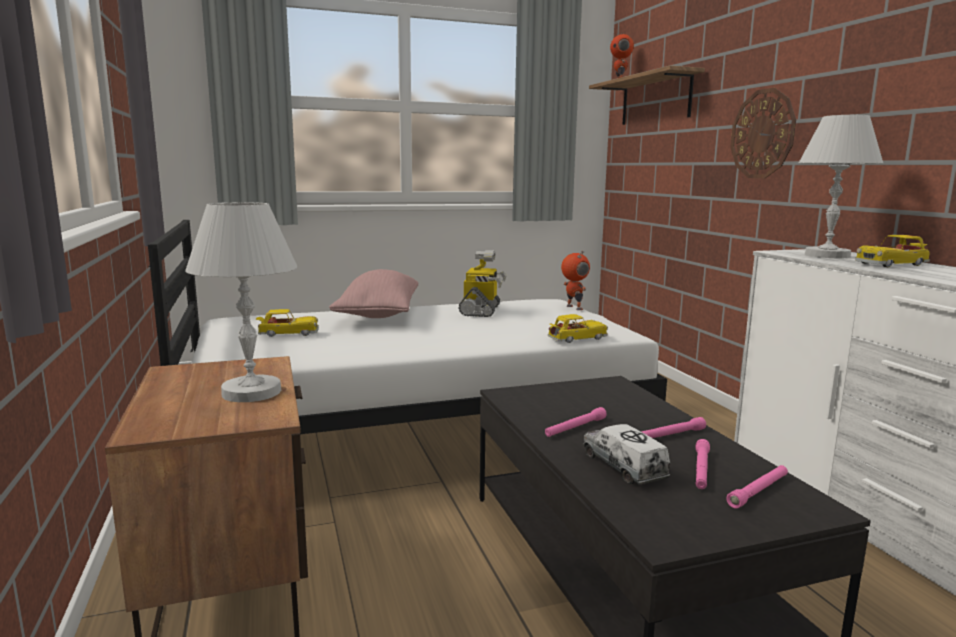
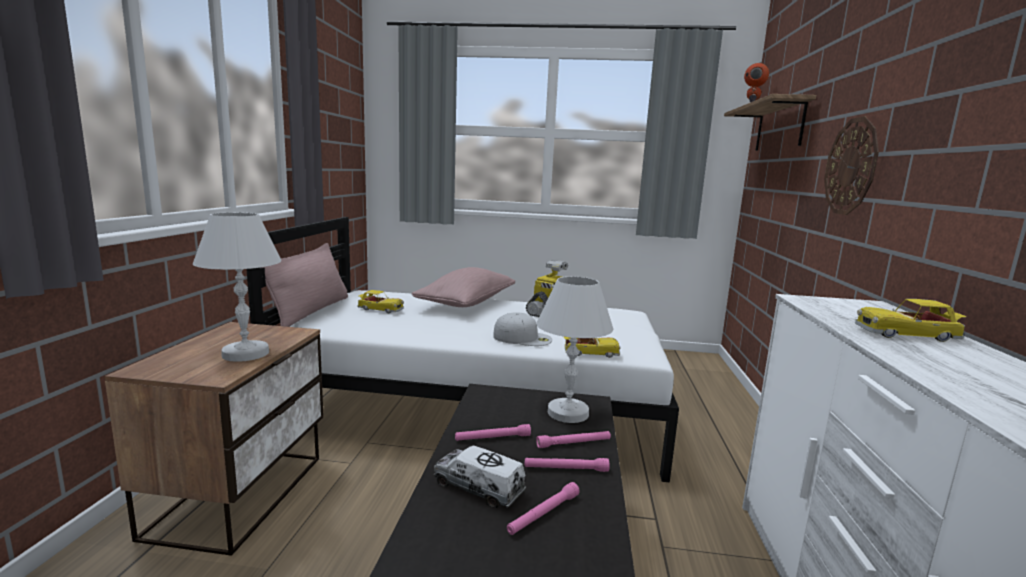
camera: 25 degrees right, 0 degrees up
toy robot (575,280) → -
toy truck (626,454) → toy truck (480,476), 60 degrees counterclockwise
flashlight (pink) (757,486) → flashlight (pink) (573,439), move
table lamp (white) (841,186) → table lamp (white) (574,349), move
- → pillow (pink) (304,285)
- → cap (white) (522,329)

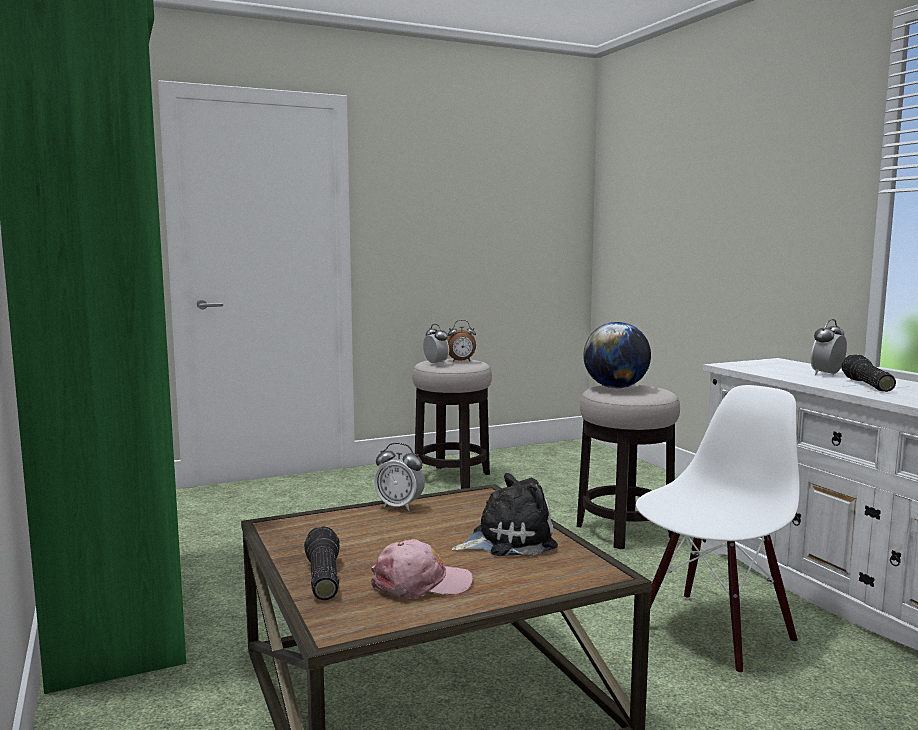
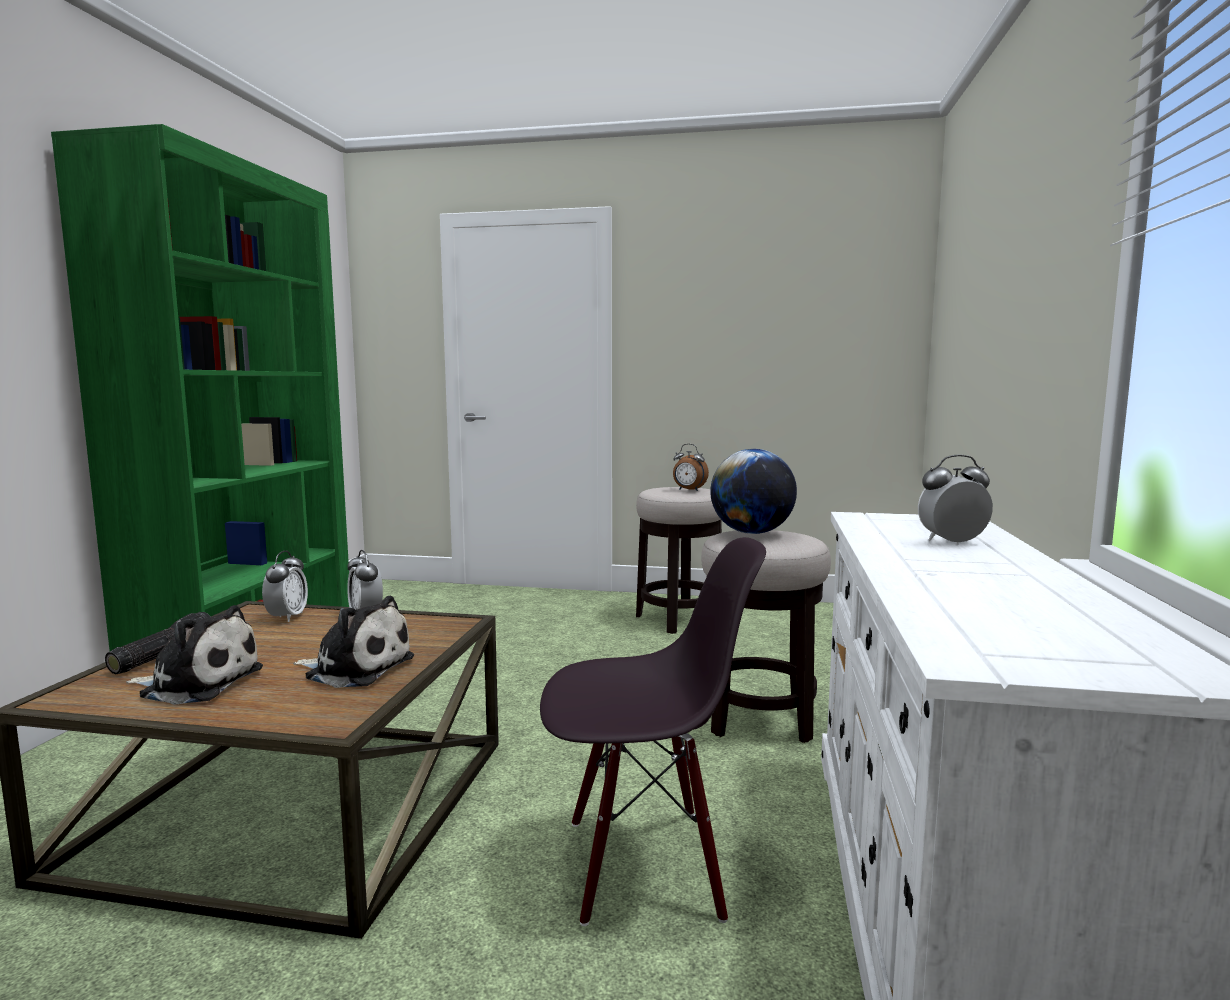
camera: 35 degrees right, 0 degrees up
cap (pink) (422,569) → plush toy (194,655)
alarm clock (436,344) → alarm clock (285,586), move
chair (white) (718,529) → chair (black) (653,731)
flashlight (868,373) → -

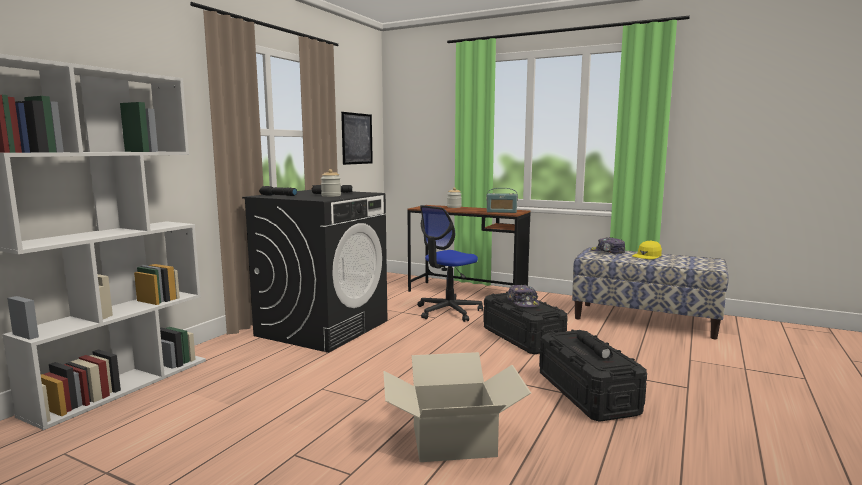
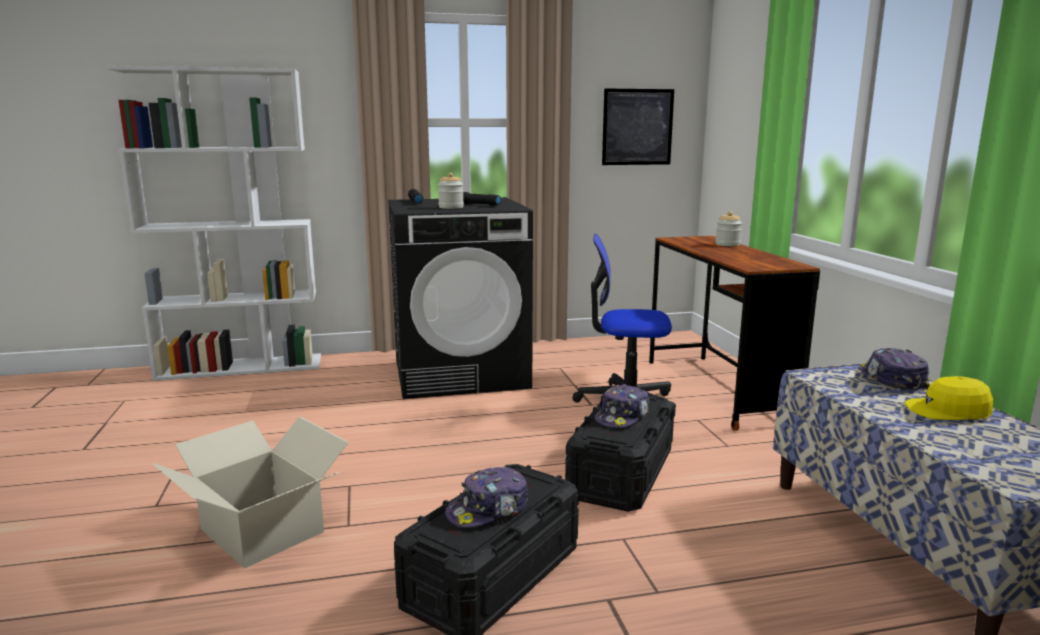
camera: 50 degrees right, 5 degrees up
radio (502,200) → -
flashlight (black) (595,345) → cap (486,497)

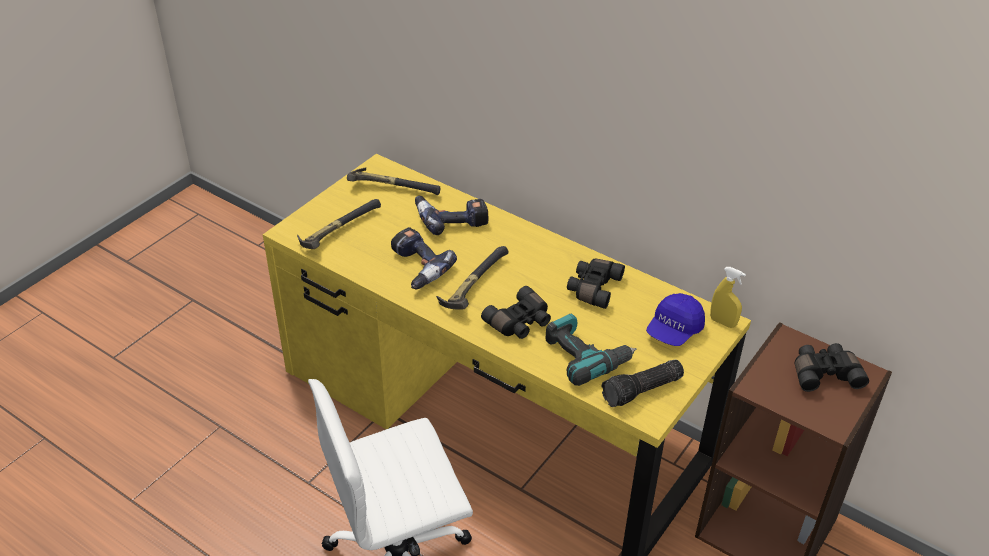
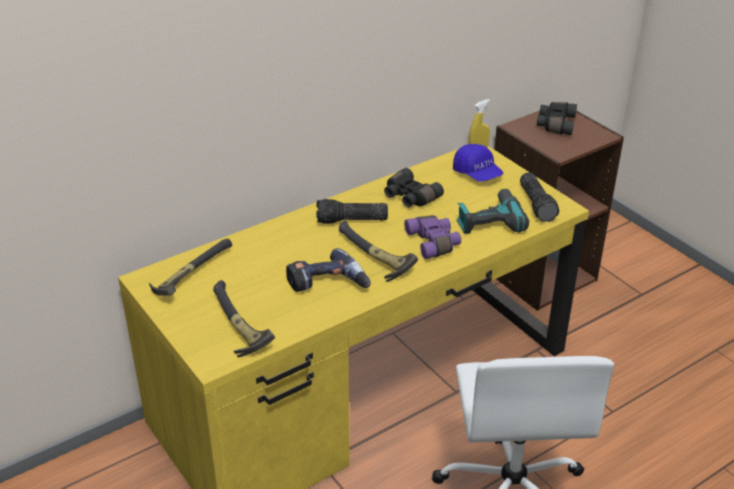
camera: 70 degrees left, 5 degrees down
power drill (452,215) → -
binoculars (black) (516,312) → binoculars (purple) (432,237)
- → flashlight (352,211)

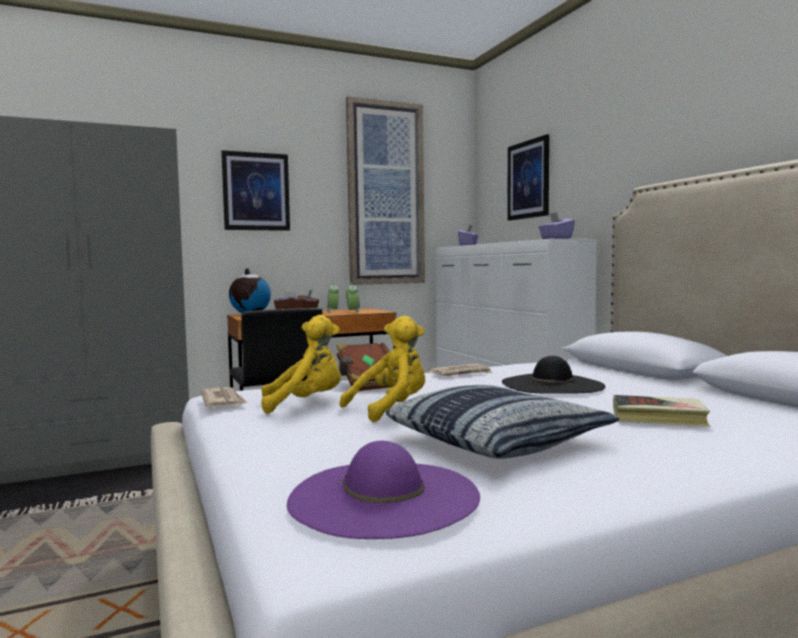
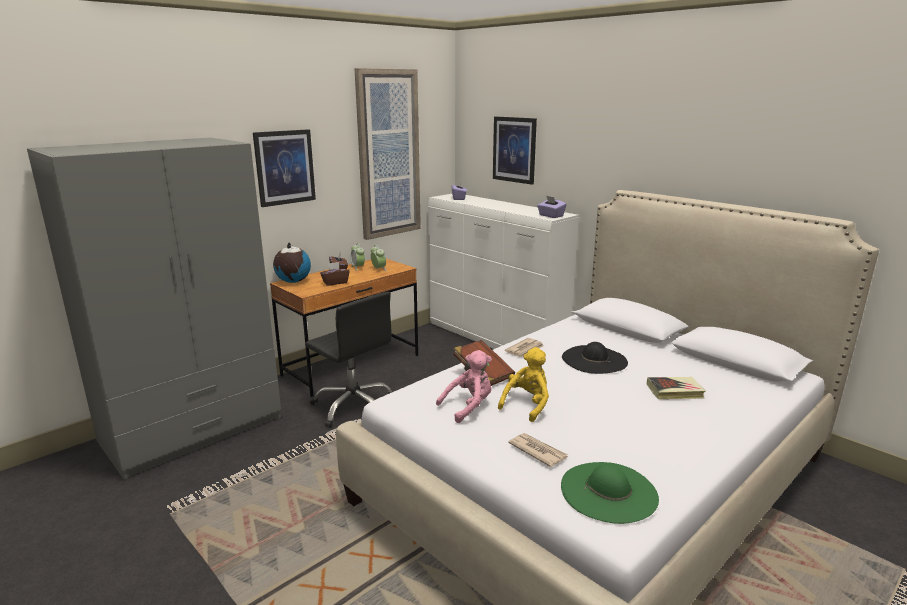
camera: 20 degrees left, 15 degrees up
newspaper (224,397) → newspaper (538,450), move
plush toy (yellow) (301,364) → plush toy (pink) (464,386)
hat (purple) (383,490) → hat (green) (610,493)
pillow (503,422) → -

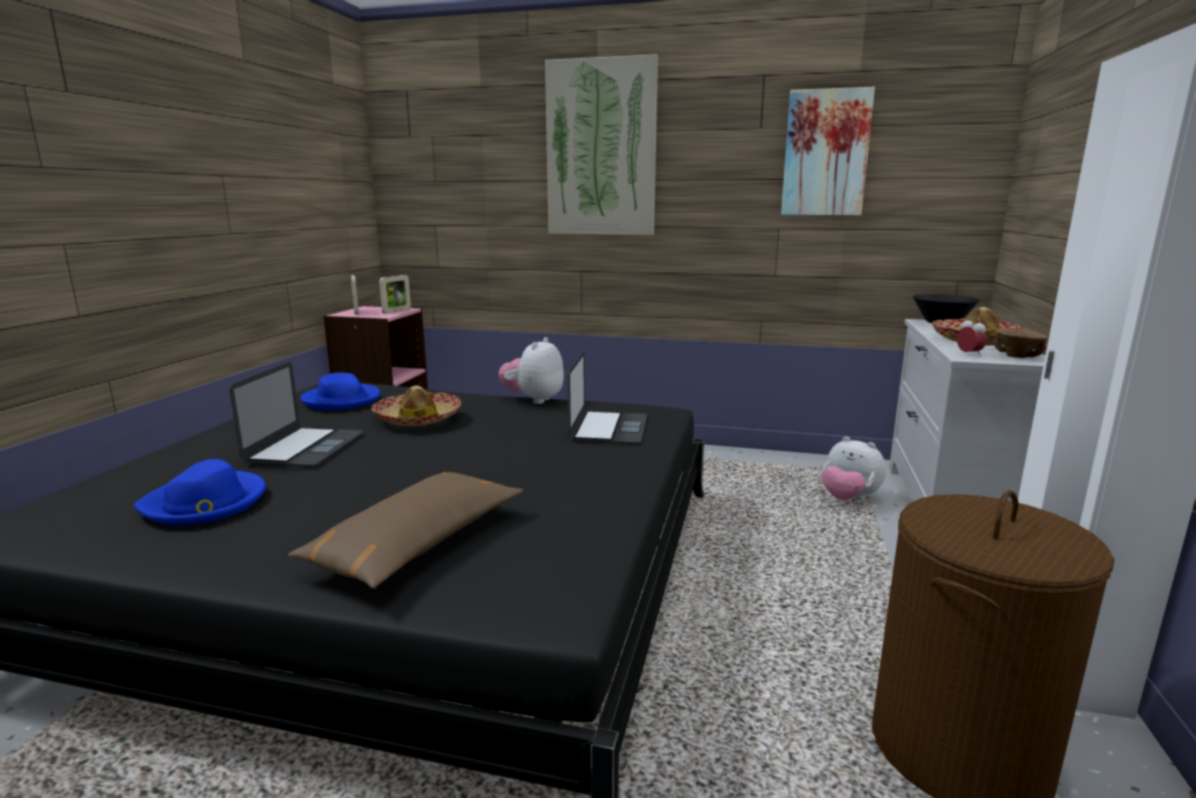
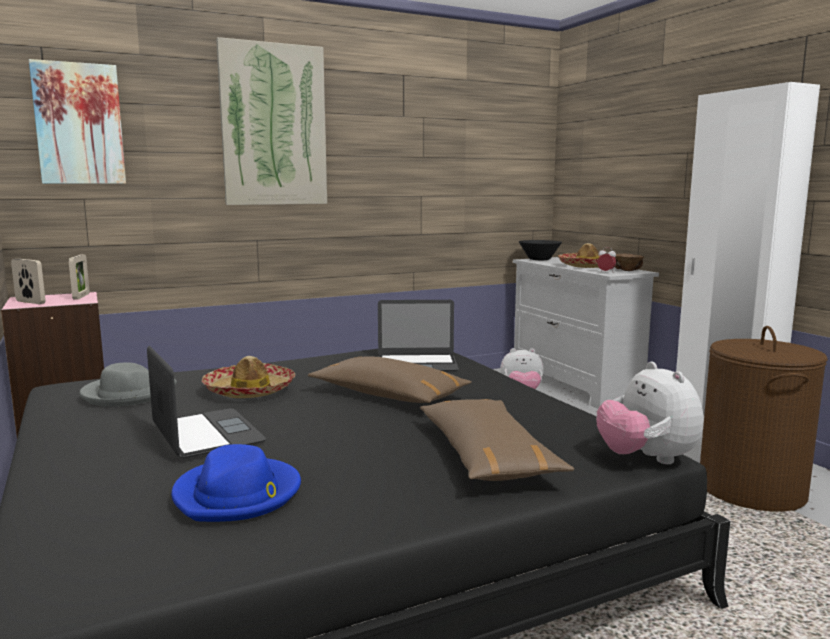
camera: 40 degrees left, 5 degrees down
hat (blue) (340,391) → hat (grey) (128,385)
plush toy (531,370) → plush toy (649,413), move
laptop (607,397) → laptop (418,335), 120 degrees clockwise
picture (828,151) → picture (77,121), move
- → pillow (brown) (390,379)

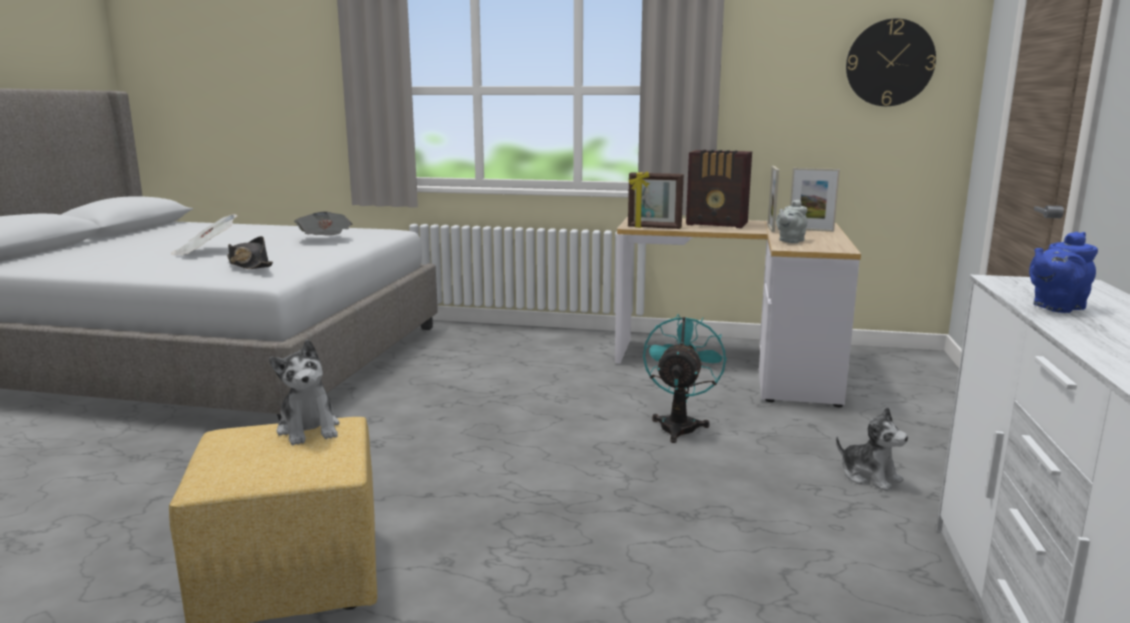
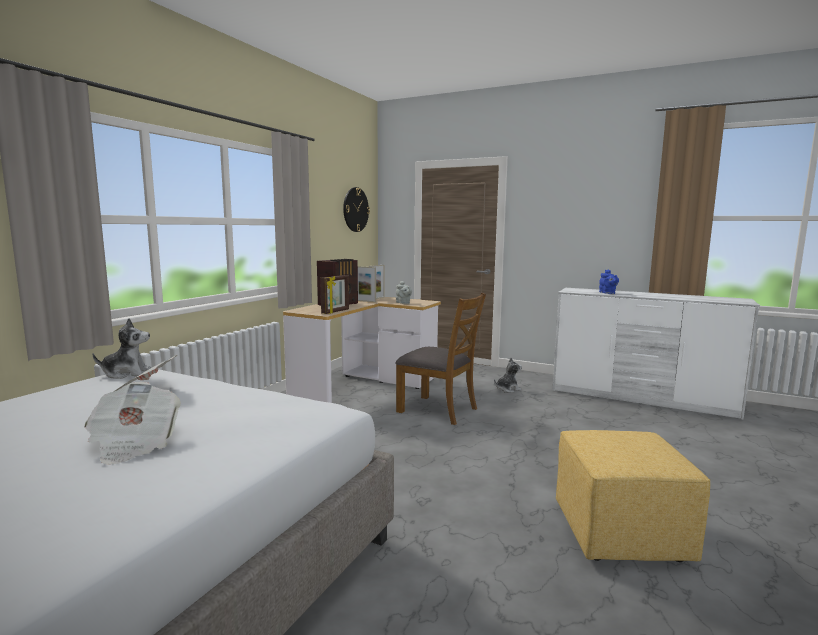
camera: 75 degrees left, 5 degrees down
hat (black) (250,252) → -
plush toy (304,392) → plush toy (122,348), move
fan (turquoise) (685,378) → chair (brown) (440,359)

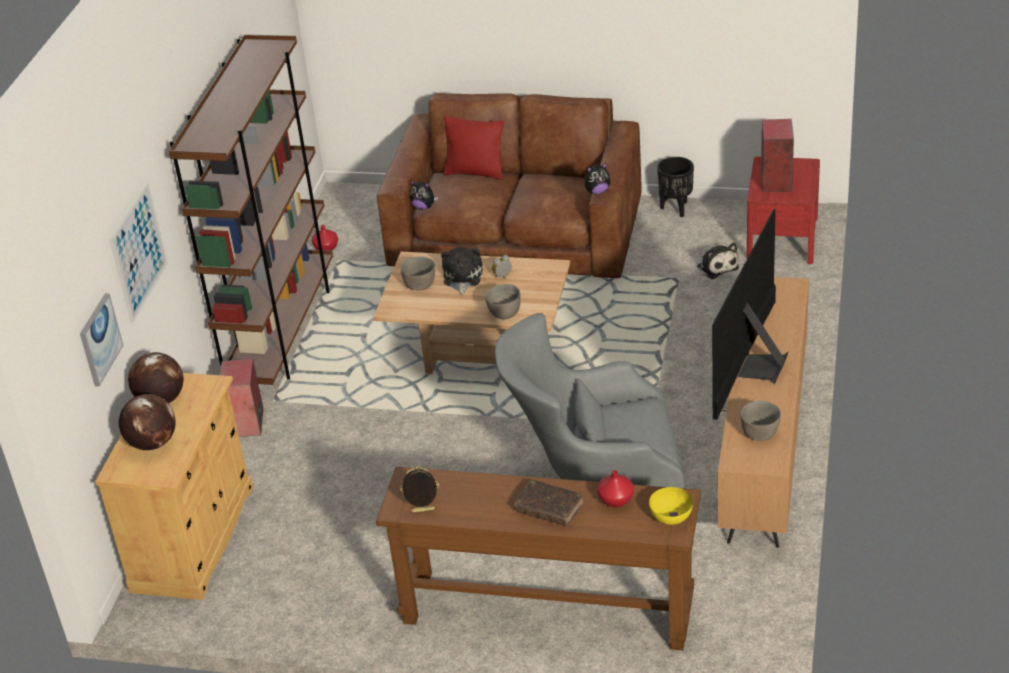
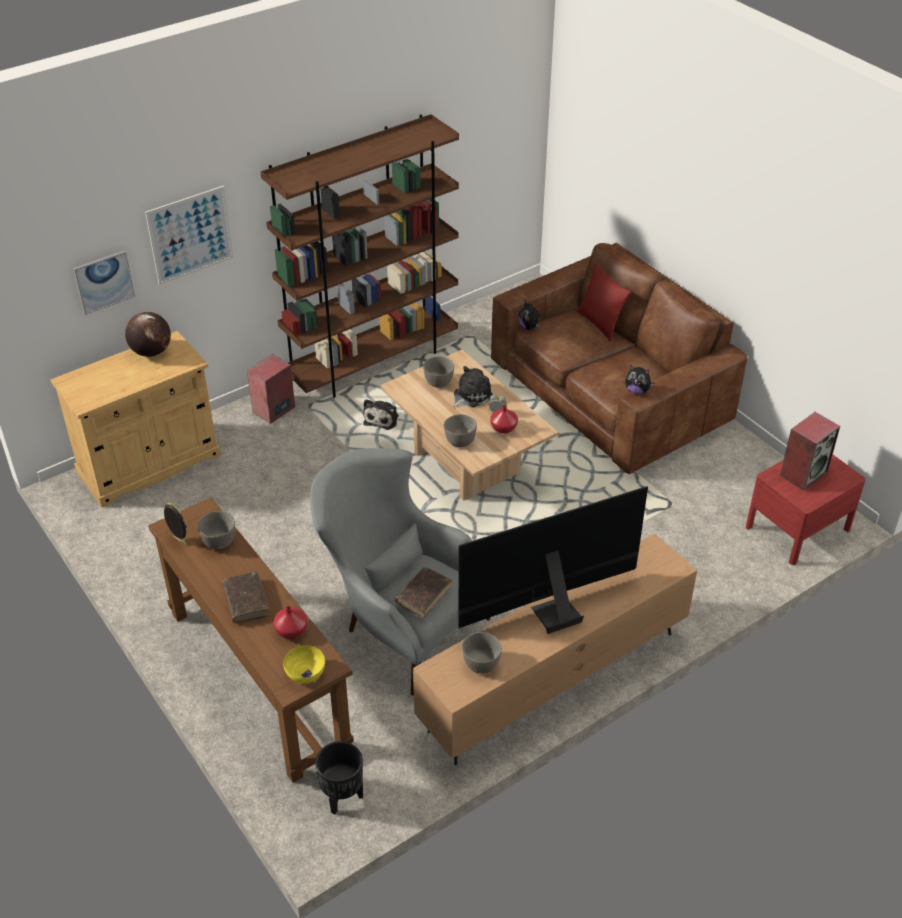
camera: 40 degrees right, 5 degrees up
globe (147,422) → -
vase (red) (325,238) → vase (red) (504,419), move
planter (black) (675,187) → planter (black) (339,777), move
plush toy (718,261) → plush toy (381,414), move
- → bowl (grey) (216,530)
- → book (brown) (423,592)

